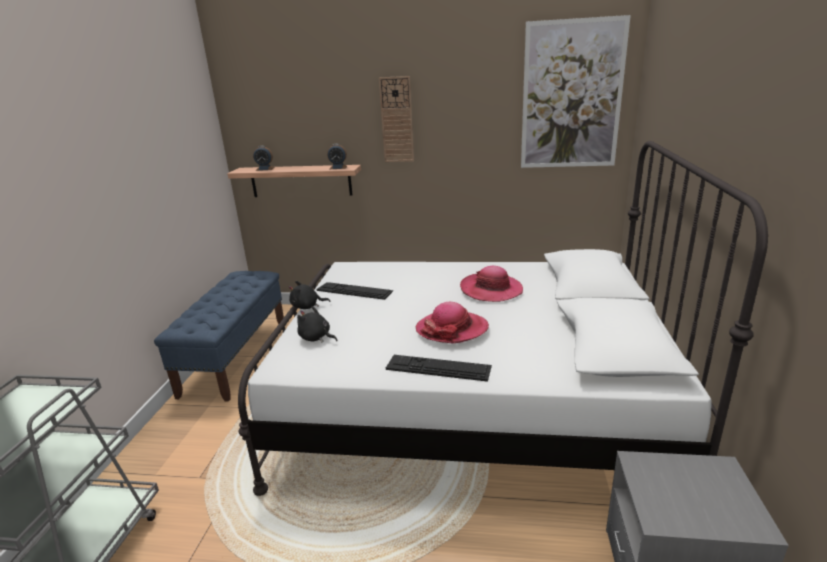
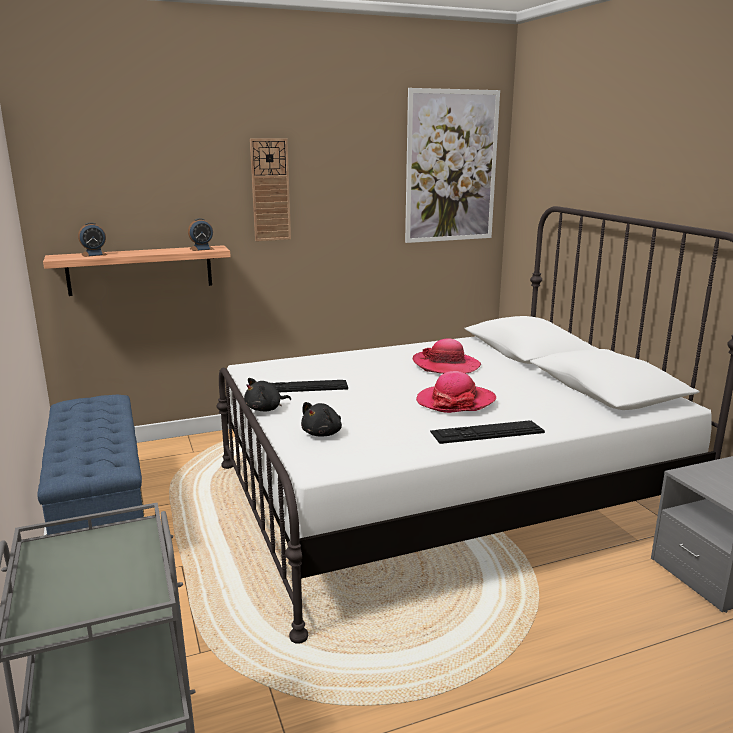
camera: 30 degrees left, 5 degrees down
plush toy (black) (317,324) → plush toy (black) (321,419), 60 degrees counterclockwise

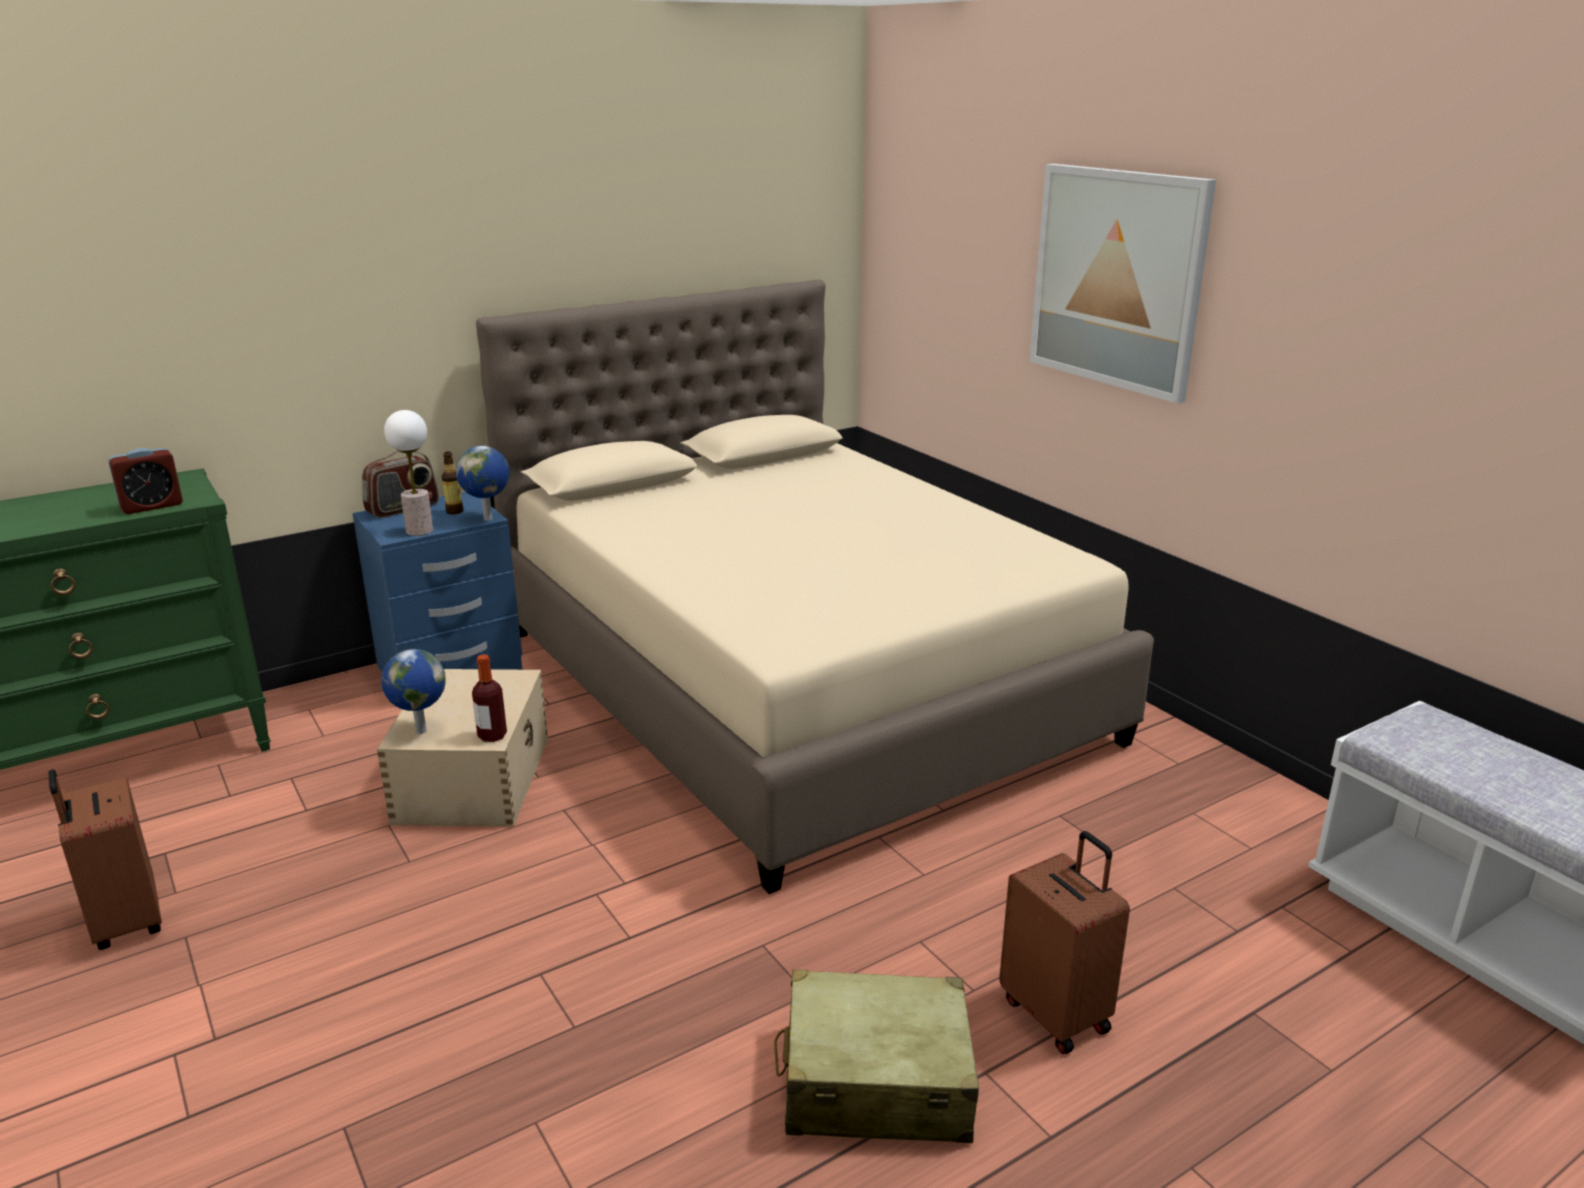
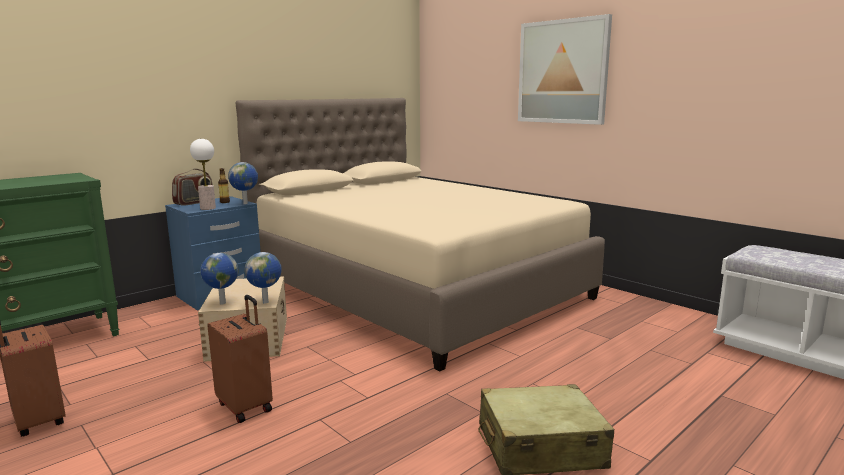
camera: 10 degrees left, 10 degrees down
alarm clock (145,481) → -
bottle (489,698) → globe (263,278)
suitcase (brown) (1064,942) → suitcase (brown) (240,359), move

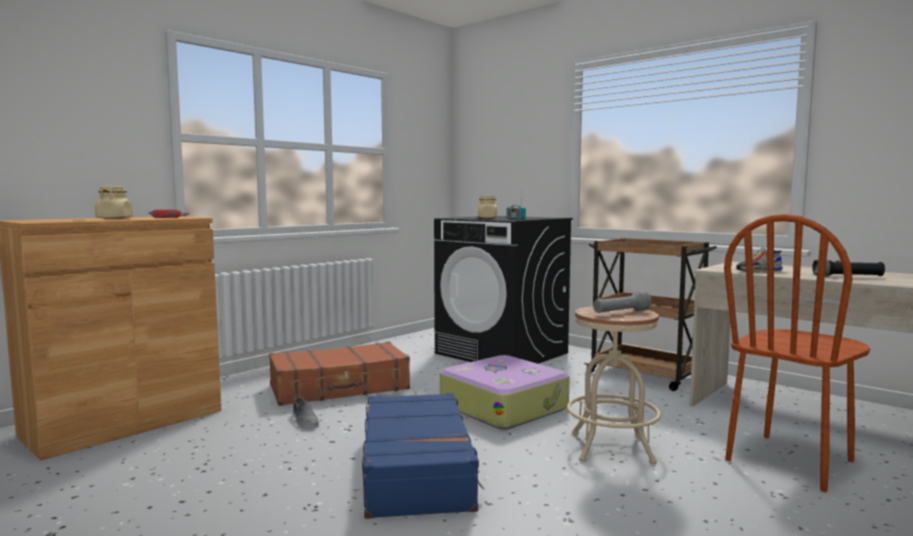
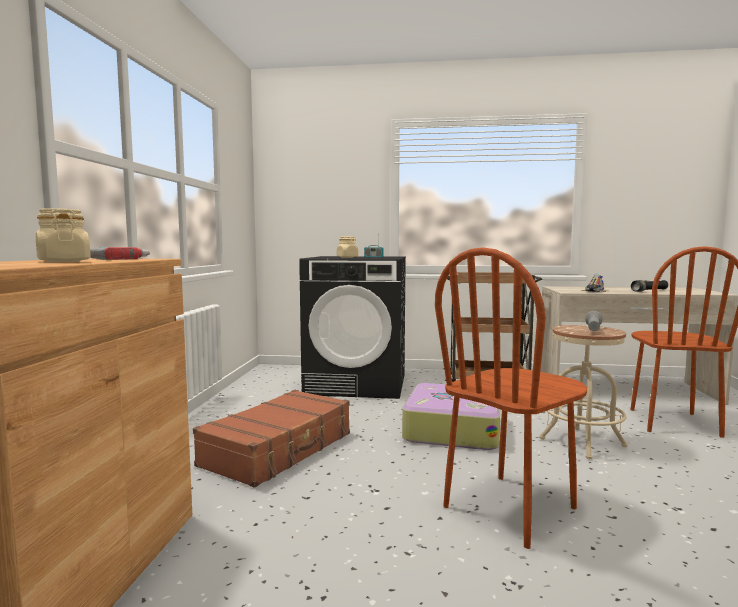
camera: 35 degrees left, 0 degrees up
shoe (grey) (306,413) → -
suitcase (blue) (423,456) → chair (brown) (511,398)

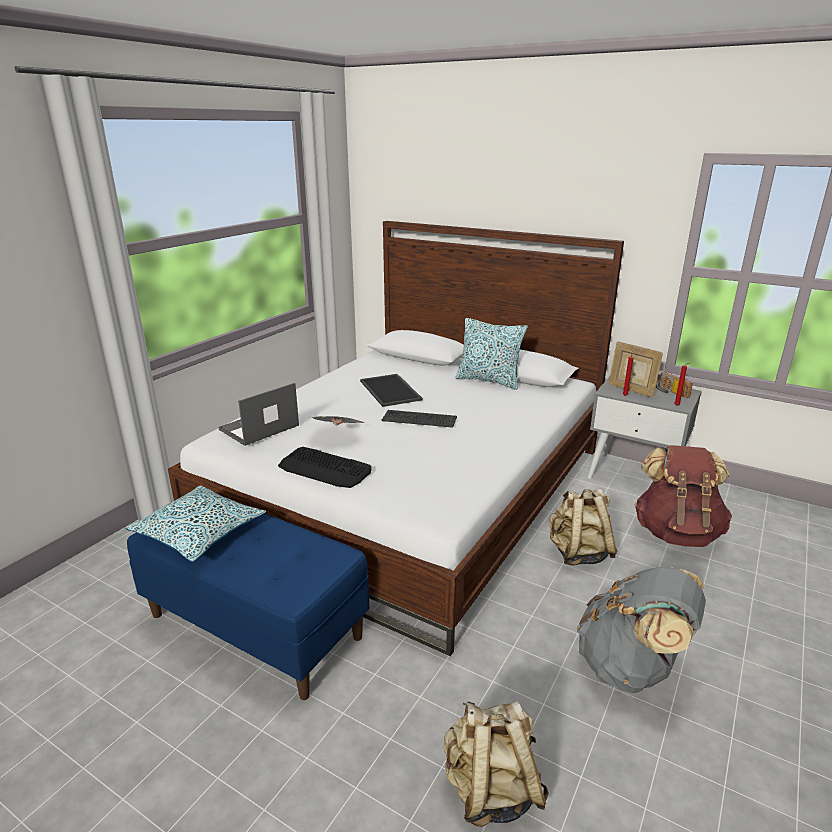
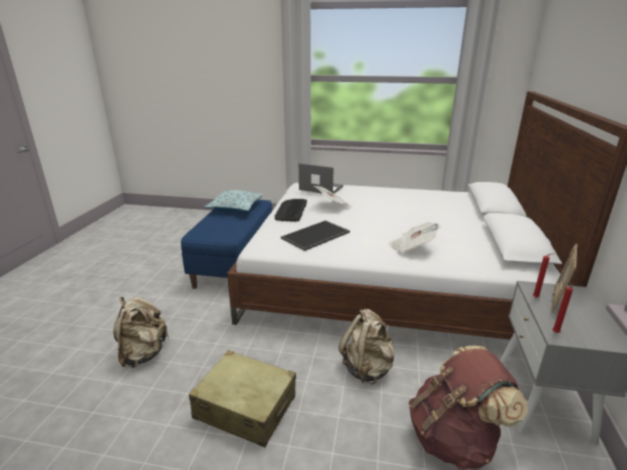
camera: 70 degrees right, 0 degrees up
tray (391,390) → tray (315,235), move
keyboard (419,419) → -
pillow (491,353) → -
backpack (grey) (641,630) → suitcase (beige) (242,398)
radio (674,385) → -
- → newspaper (415,237)

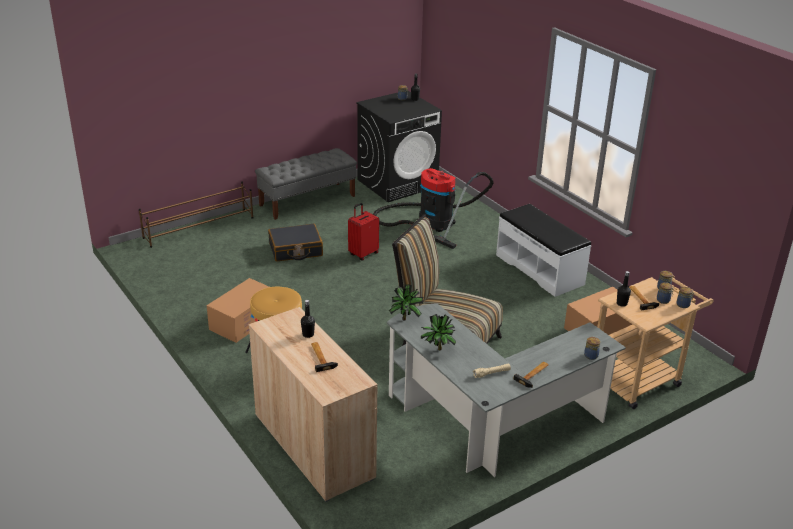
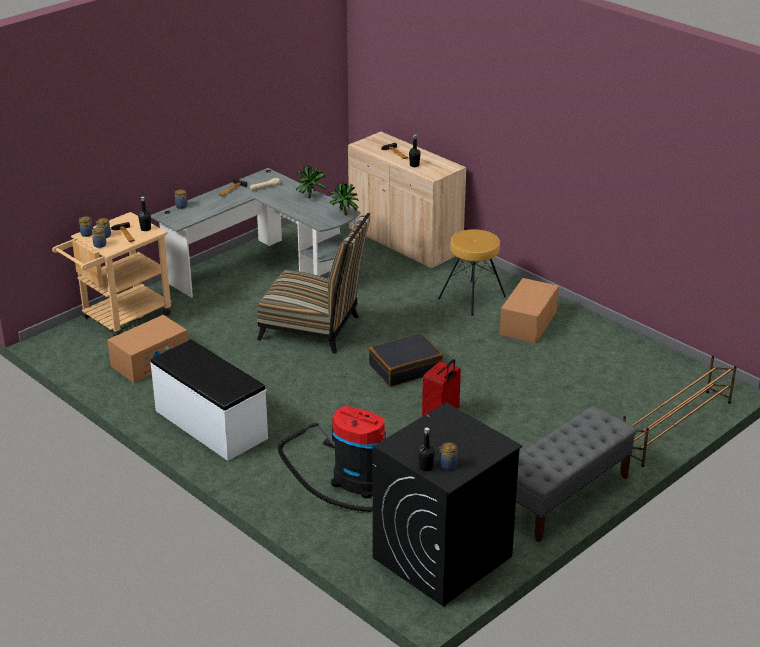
camera: 170 degrees right, 0 degrees up
suitcase (black) (295,242) → suitcase (black) (406,360), move

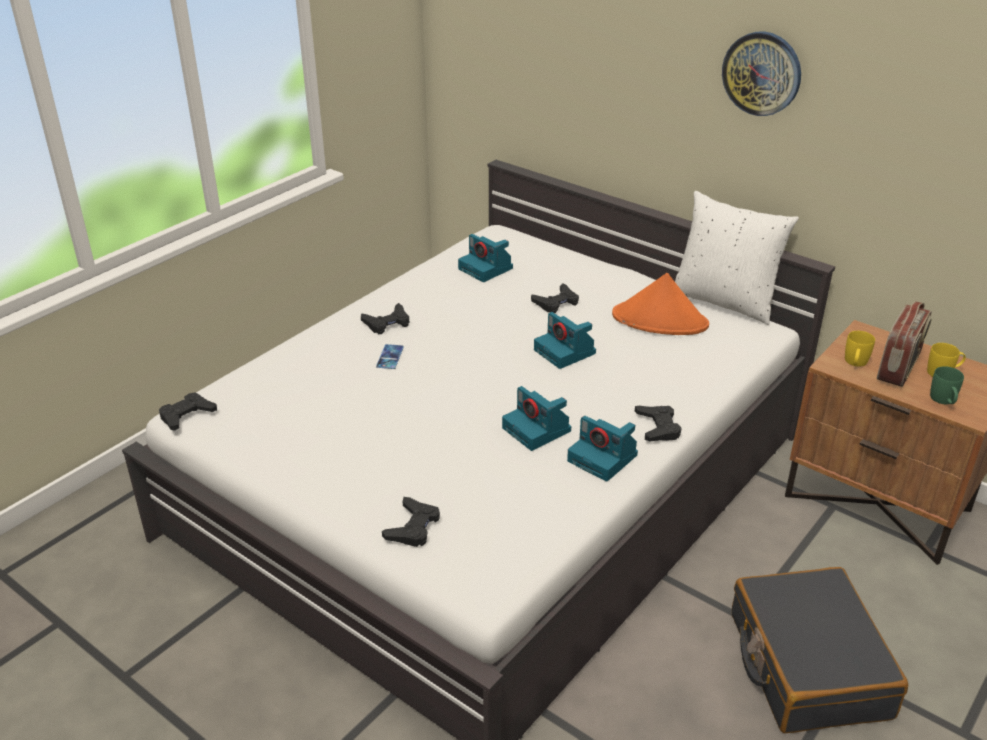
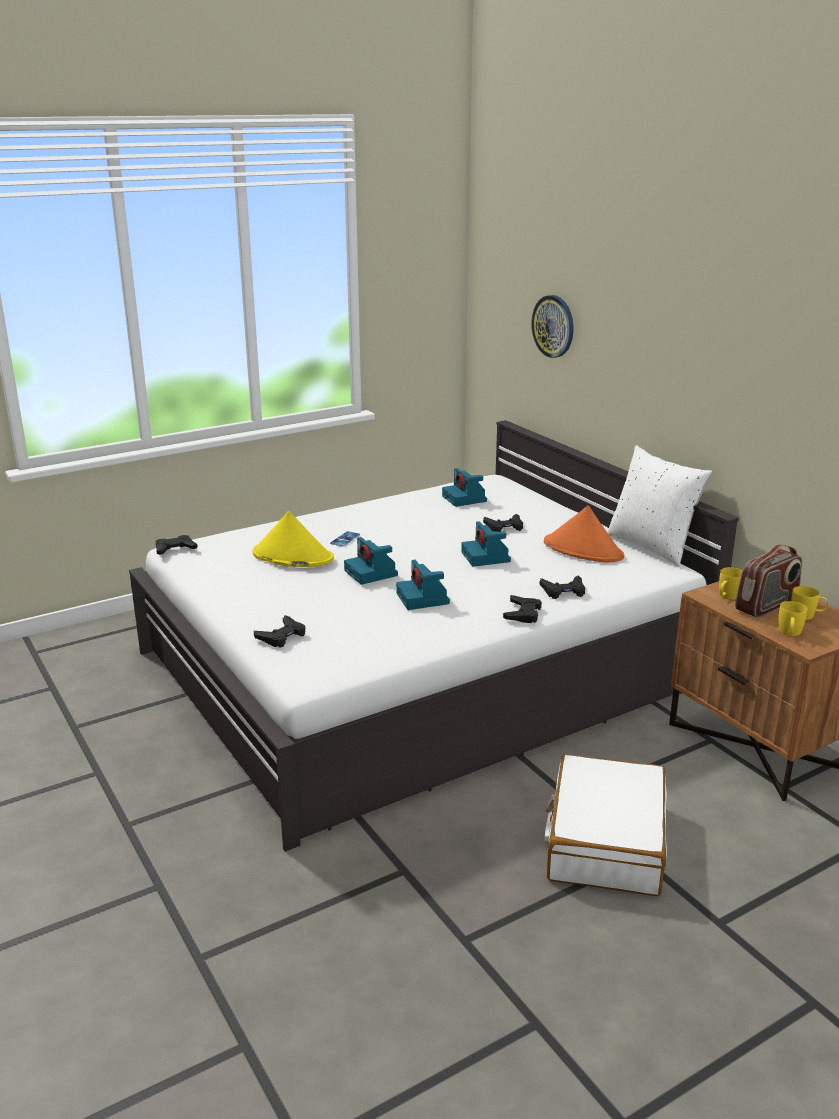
camera: 20 degrees right, 10 degrees down
game controller (black) (385,318) → game controller (black) (562,587), move
photo camera (602,449) → photo camera (371,561), move
wall clock (761,73) → wall clock (552,326), move
suitcase (black) (820,650) → suitcase (white) (606,825)
mug (green) (947,385) → mug (yellow) (792,618)
- → hat (yellow) (293,539)

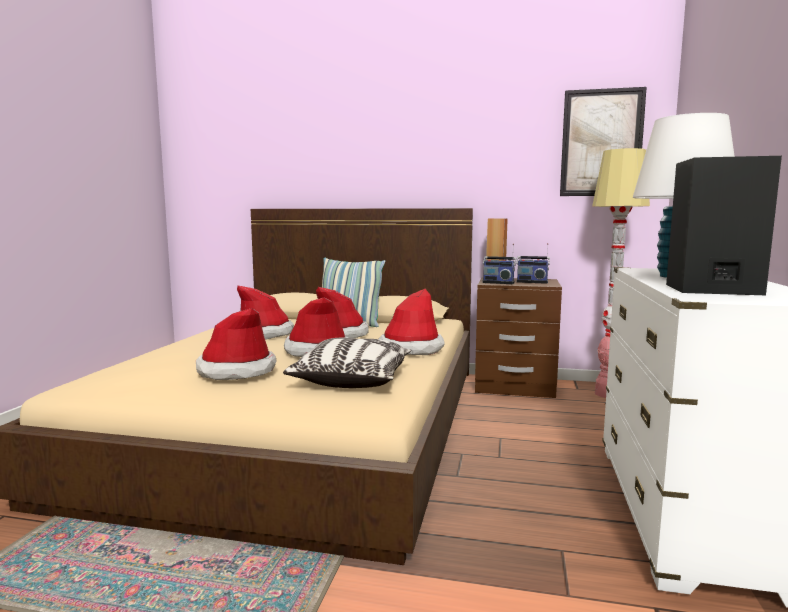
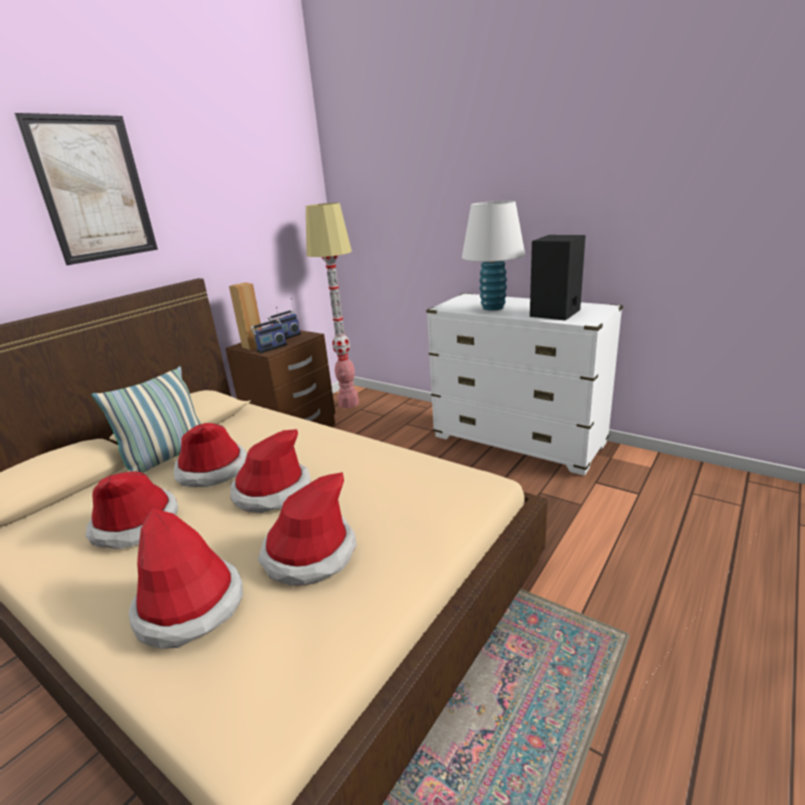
camera: 65 degrees left, 15 degrees up
pillow (347,363) → -
hat (412,322) → hat (185,578), move
picture (603,141) → picture (86,189), move

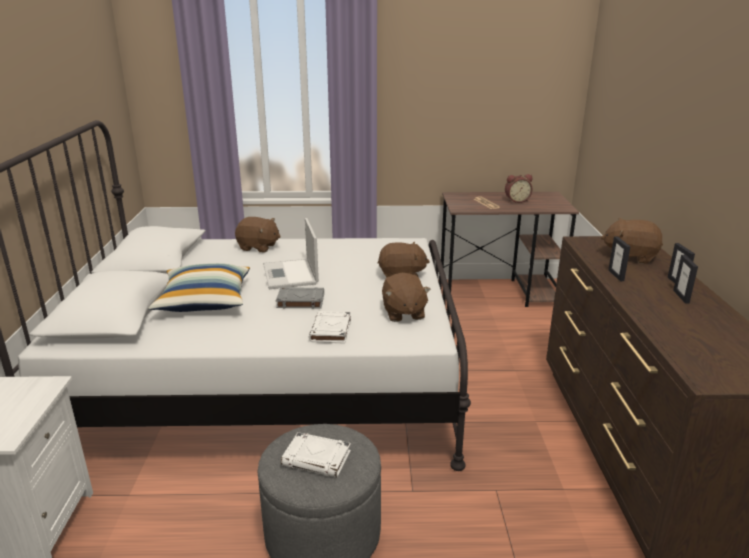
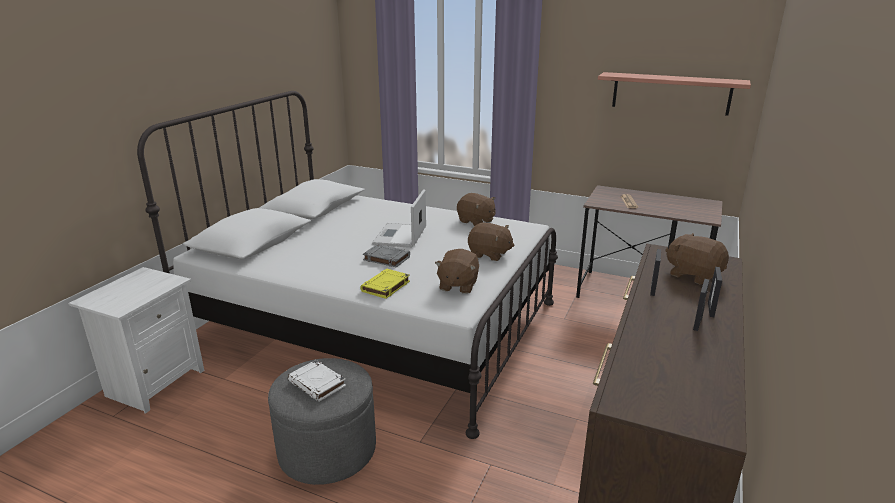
camera: 25 degrees right, 0 degrees up
pillow (199,287) → -
plush toy (brown) (258,234) → plush toy (brown) (476,209), move
book (white) (330,327) → book (yellow) (385,283)
alarm clock (519,188) → -
- → shelf (674,94)

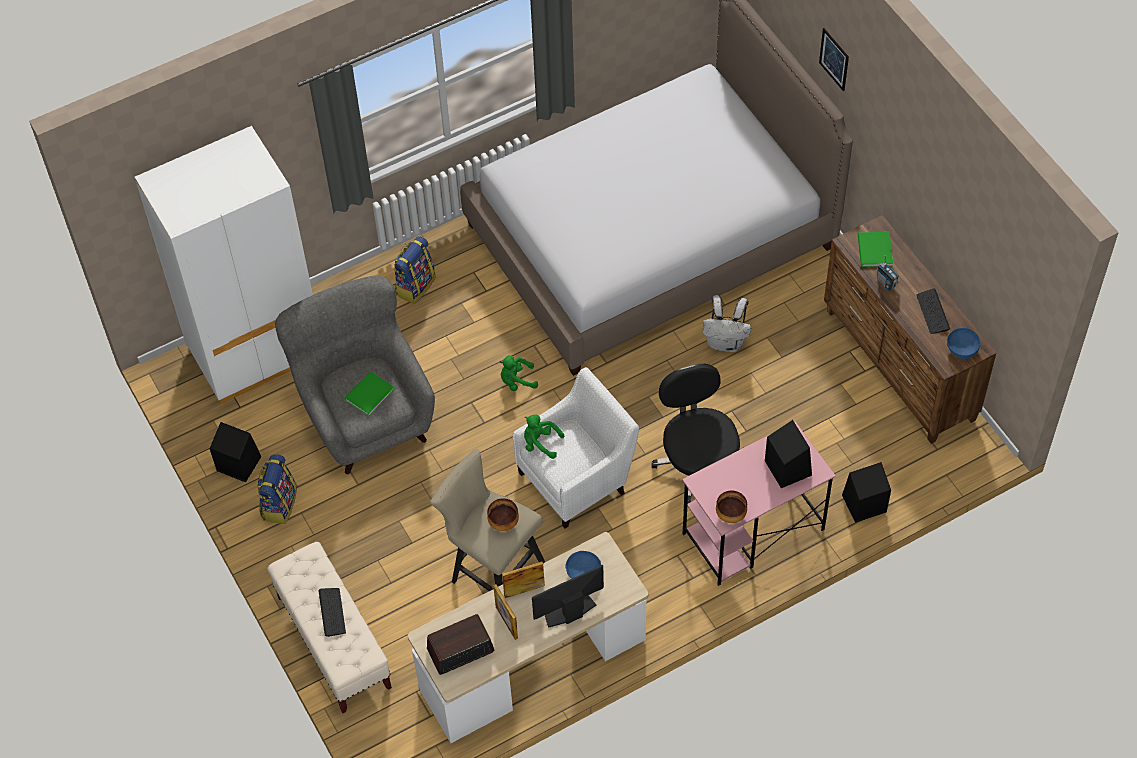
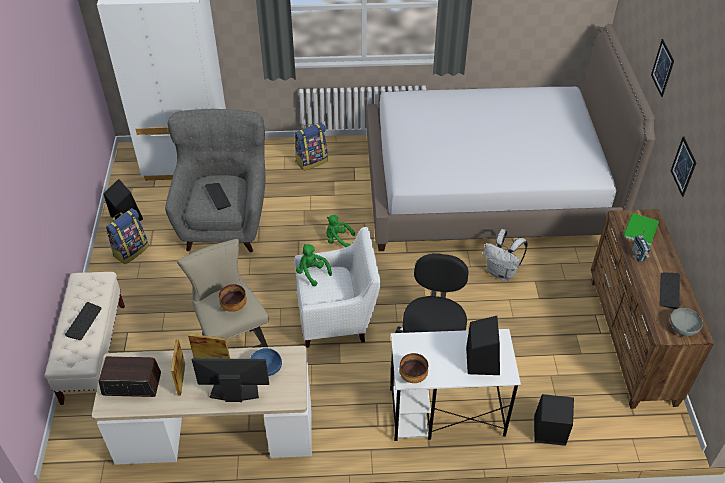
camera: 25 degrees right, 10 degrees down
book (green) (369,393) → keyboard (218,196)
desk (pink) (759,504) → desk (white) (455,385)
bowl (blue) (964,343) → bowl (grey) (686,322)
- → picture (684,166)

